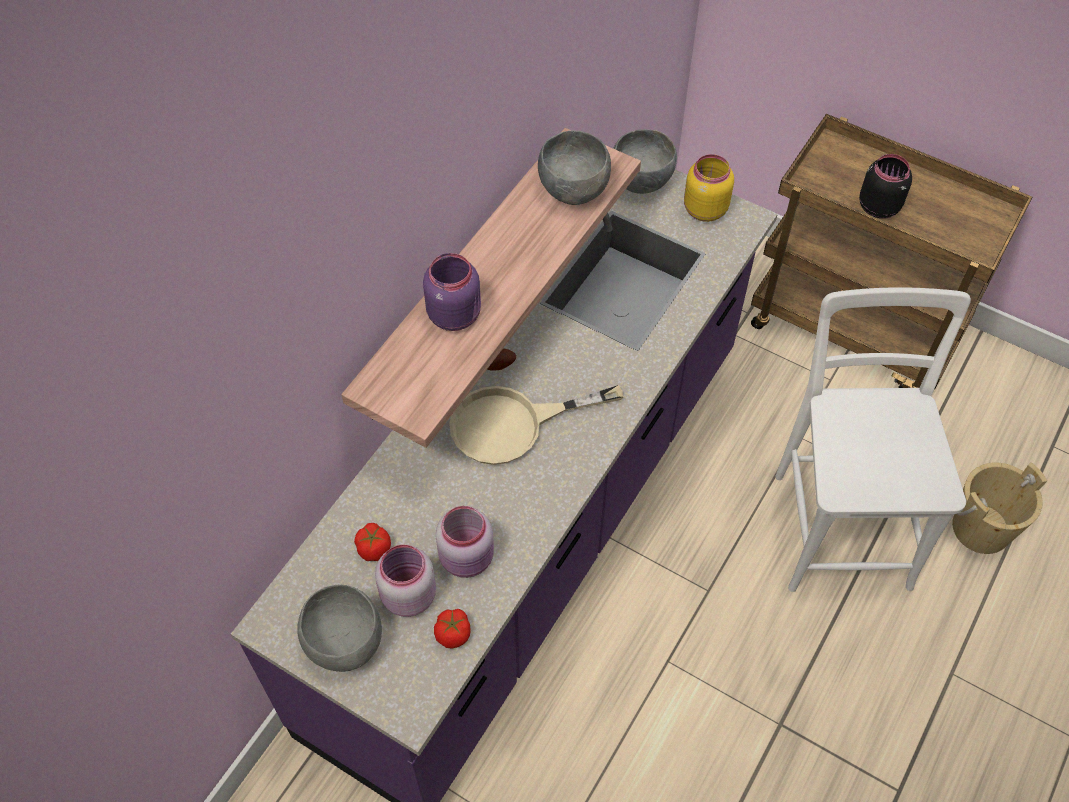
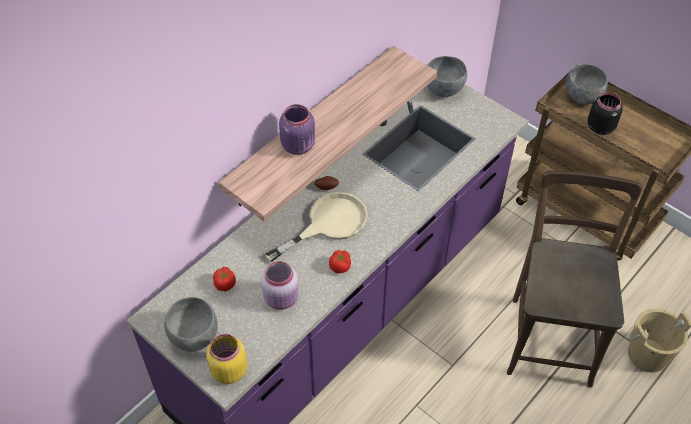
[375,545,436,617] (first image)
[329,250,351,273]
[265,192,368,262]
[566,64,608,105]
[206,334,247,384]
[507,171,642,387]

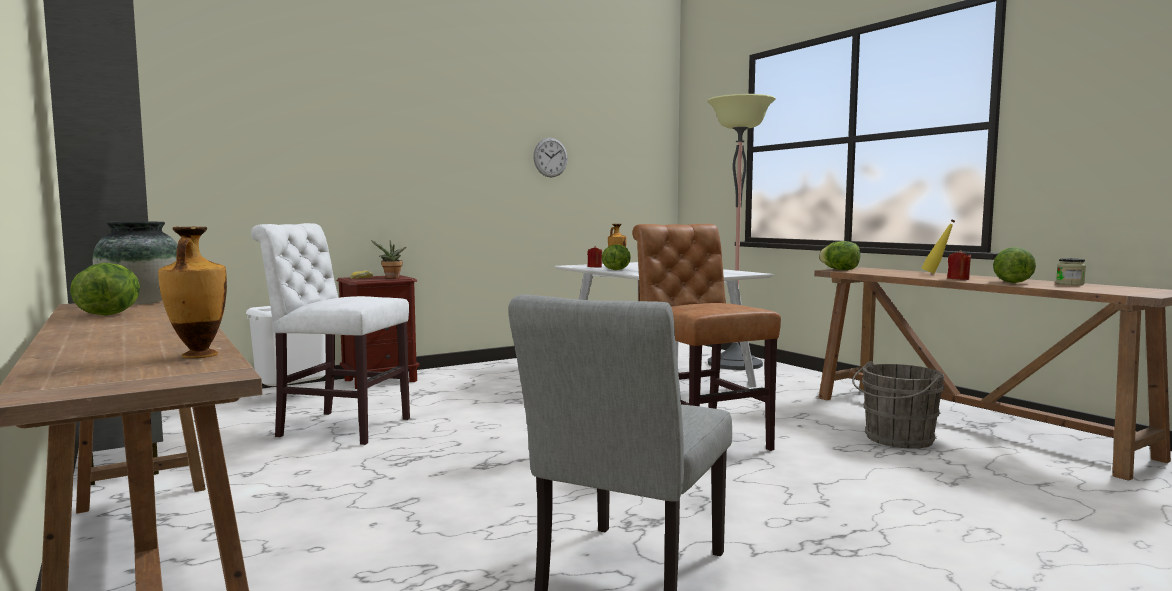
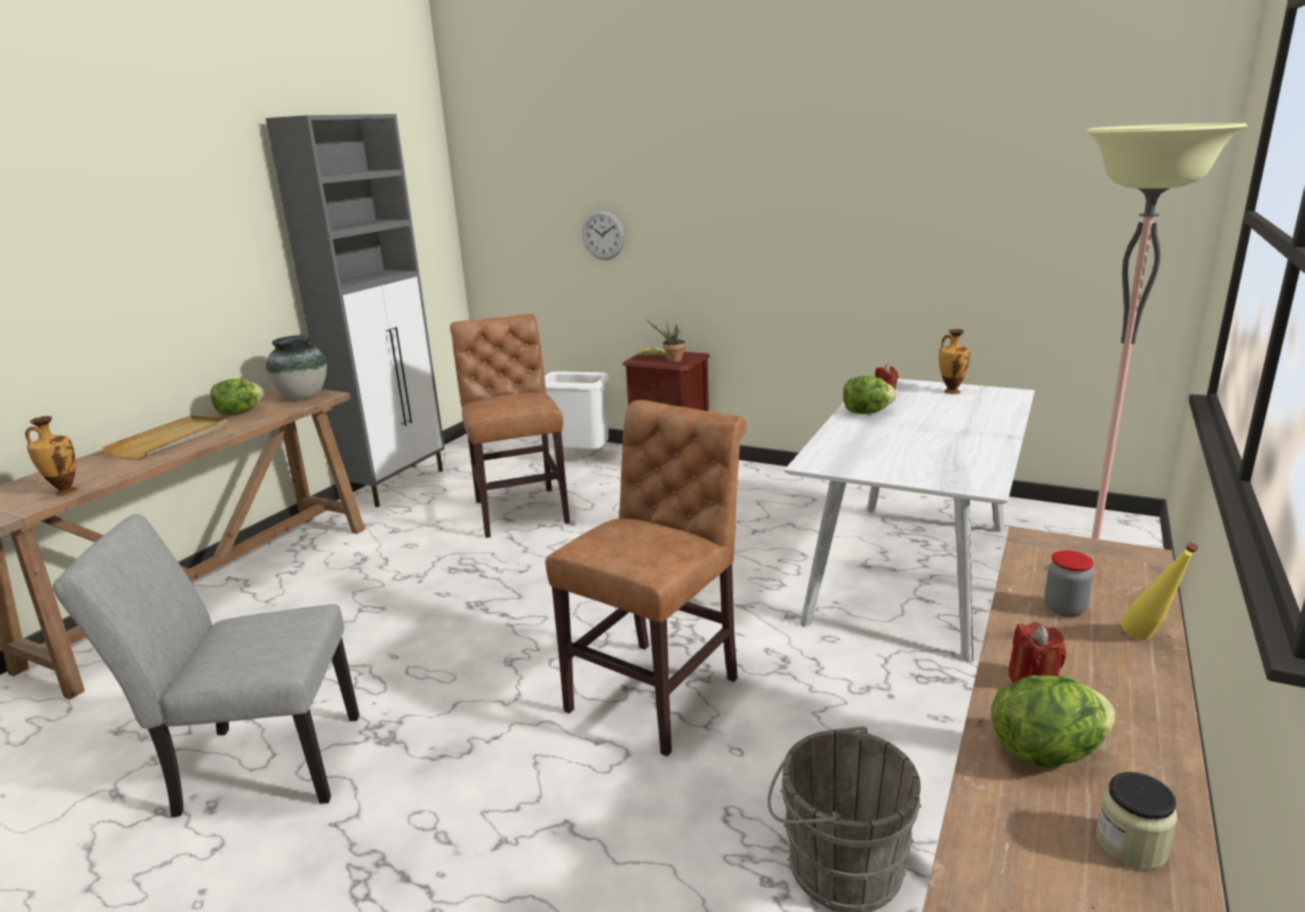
[450,314,570,538]
[582,210,625,260]
[819,241,860,270] (first image)
[102,415,228,460]
[1045,550,1094,617]

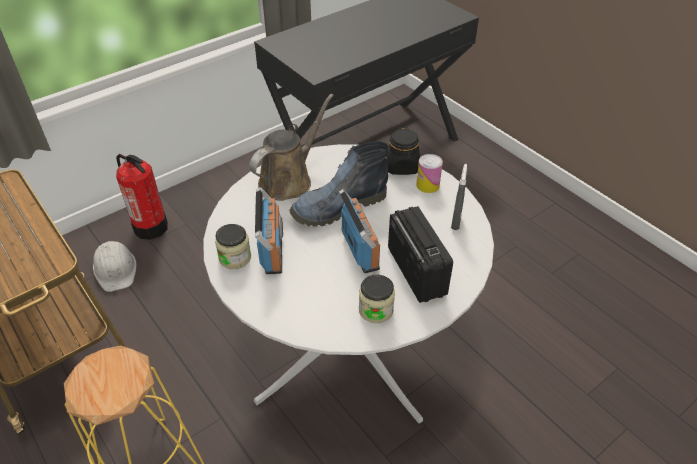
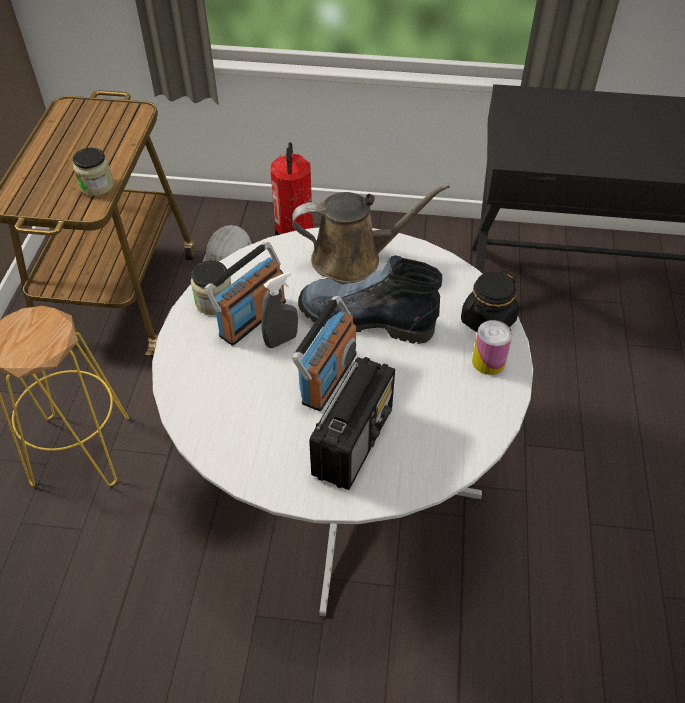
[73,148,114,196]
[261,272,298,348]

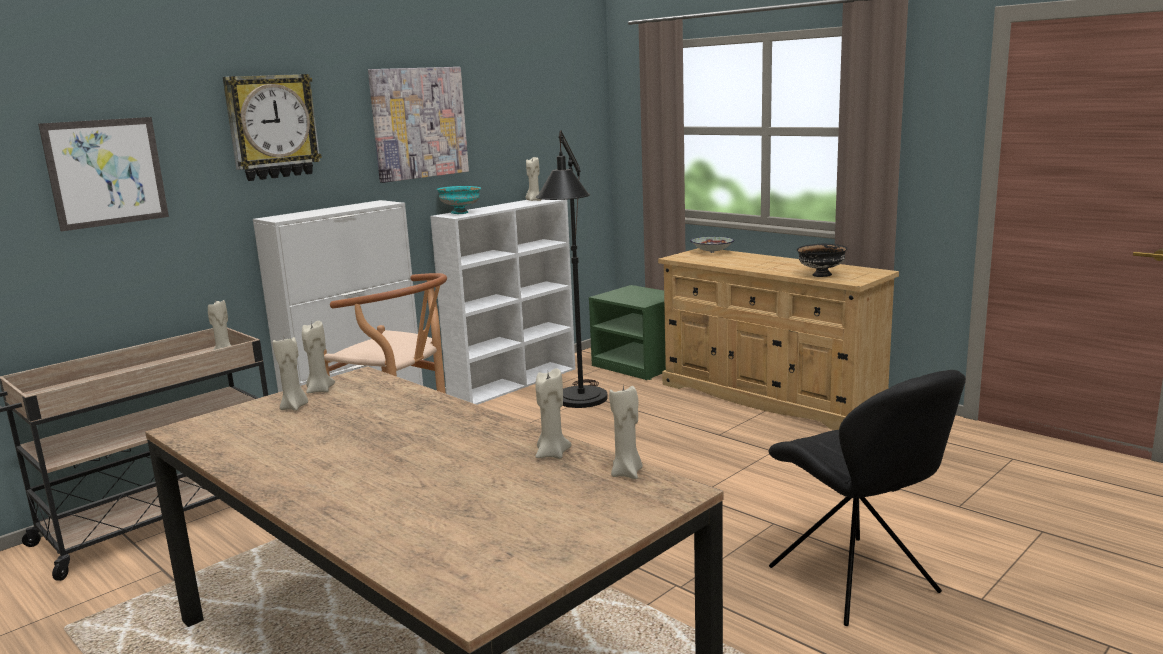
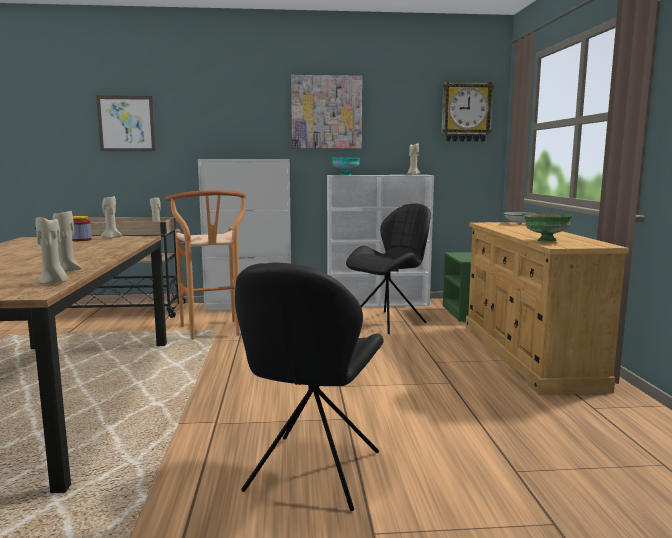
[442,82,494,142]
[72,216,92,241]
[346,203,431,334]
[524,213,572,242]

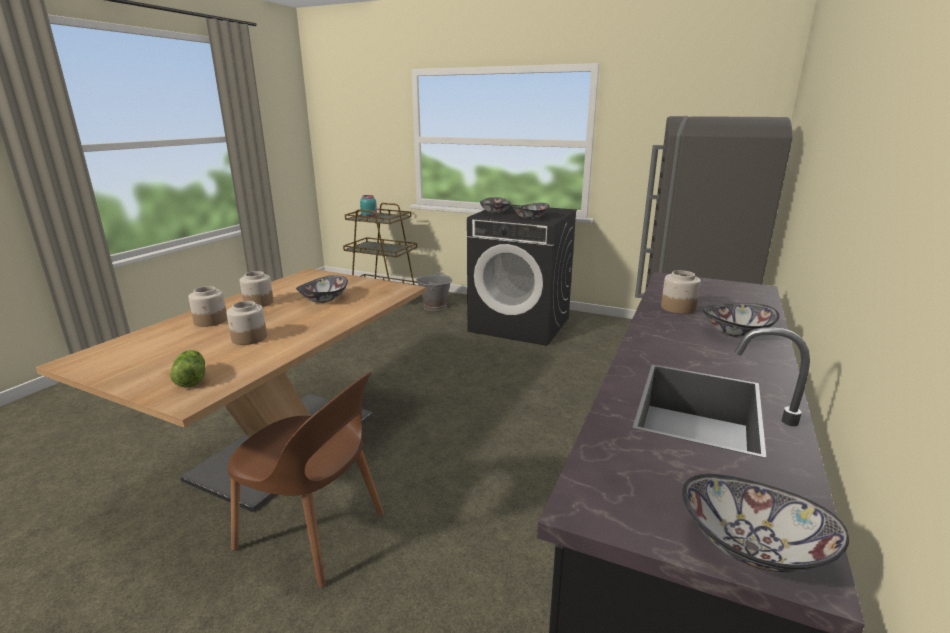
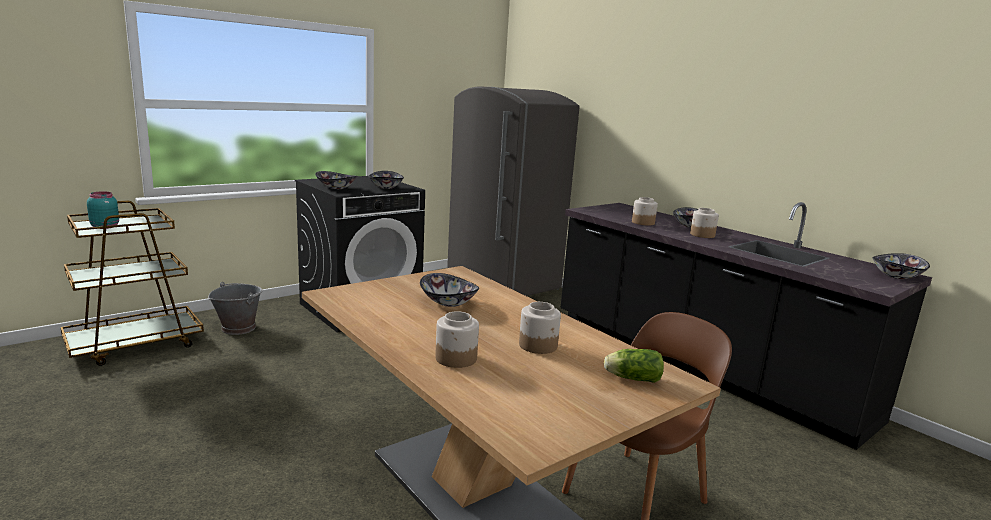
[690,208,719,238]

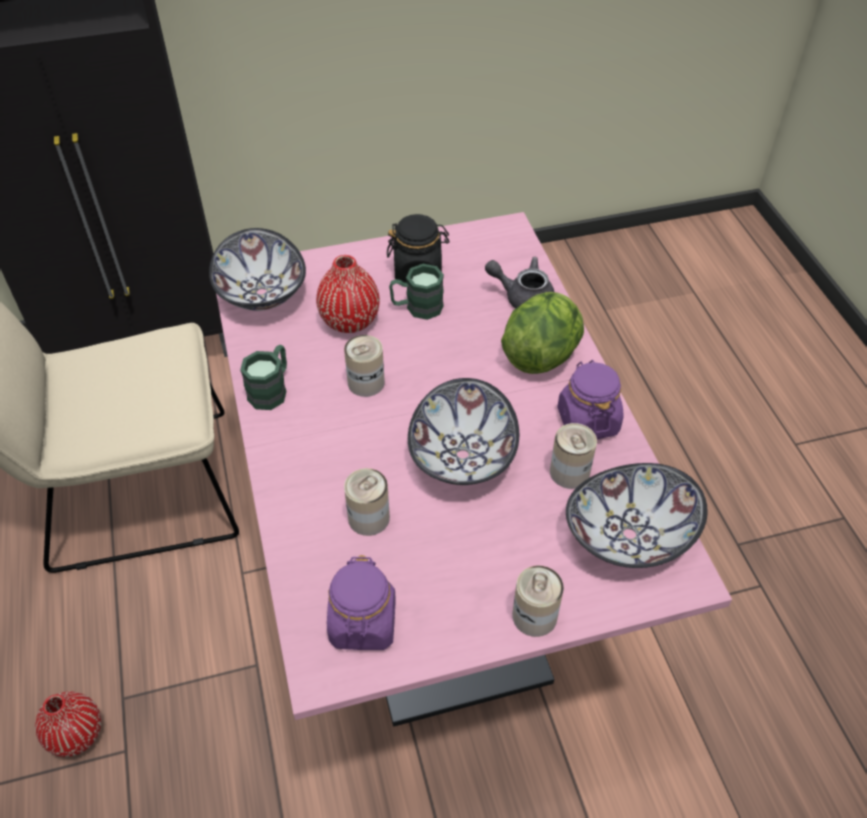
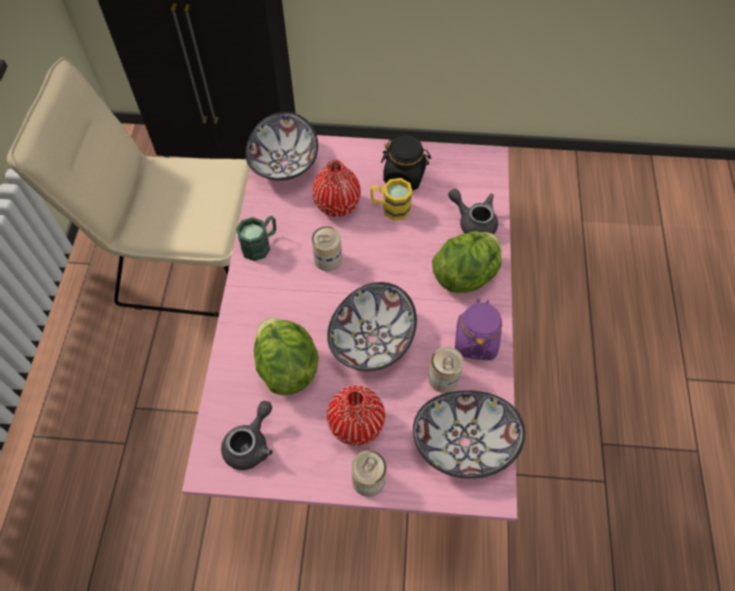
[327,386,385,446]
[221,401,273,470]
[254,318,319,396]
[370,178,412,221]

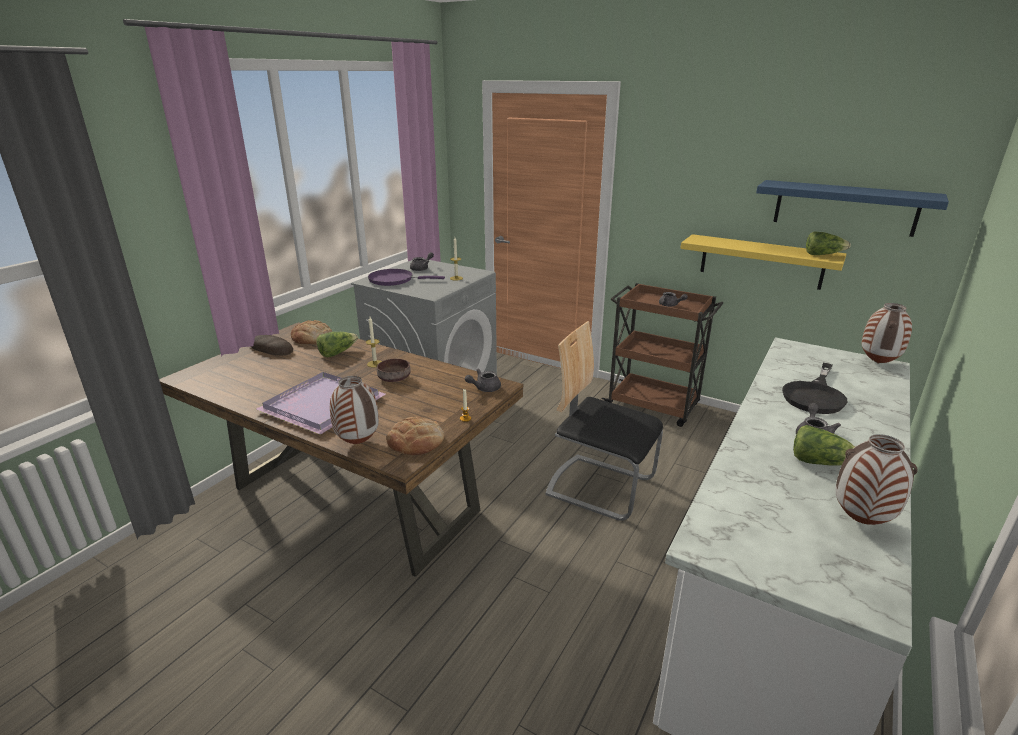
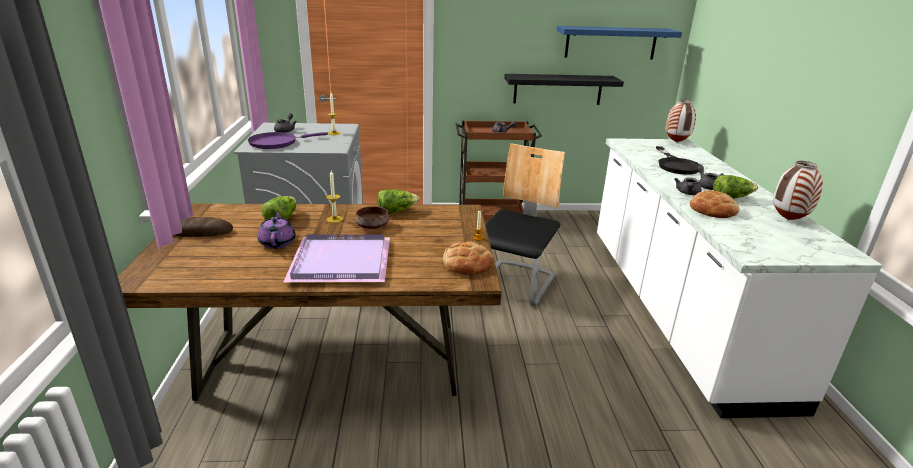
[690,190,740,218]
[330,376,379,444] (first image)
[674,177,702,195]
[485,143,565,306]
[504,74,624,105]
[377,189,419,214]
[258,211,296,249]

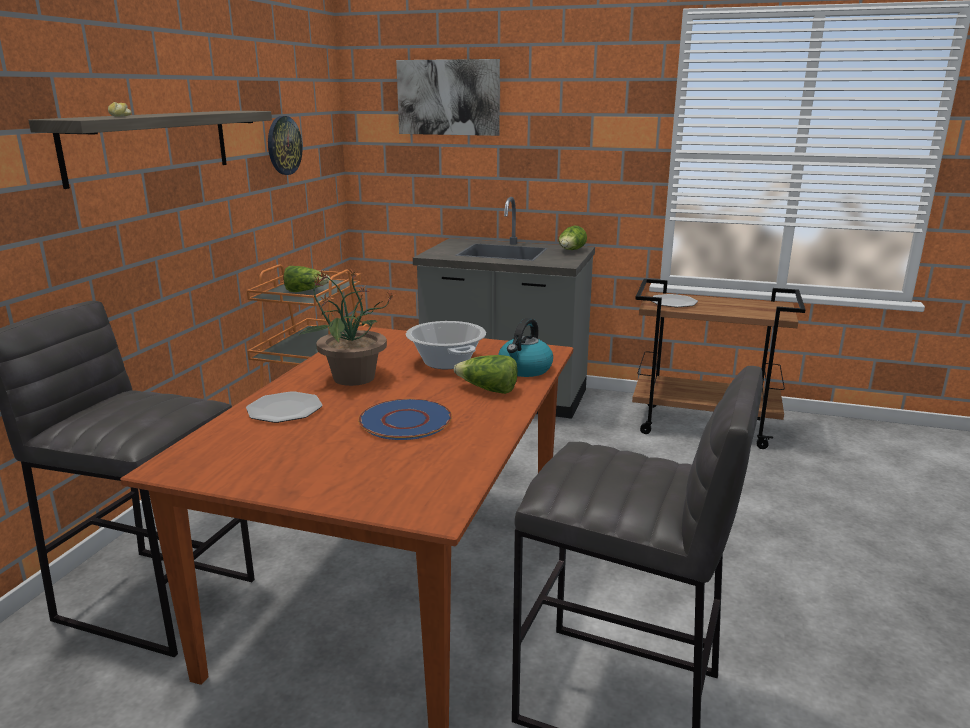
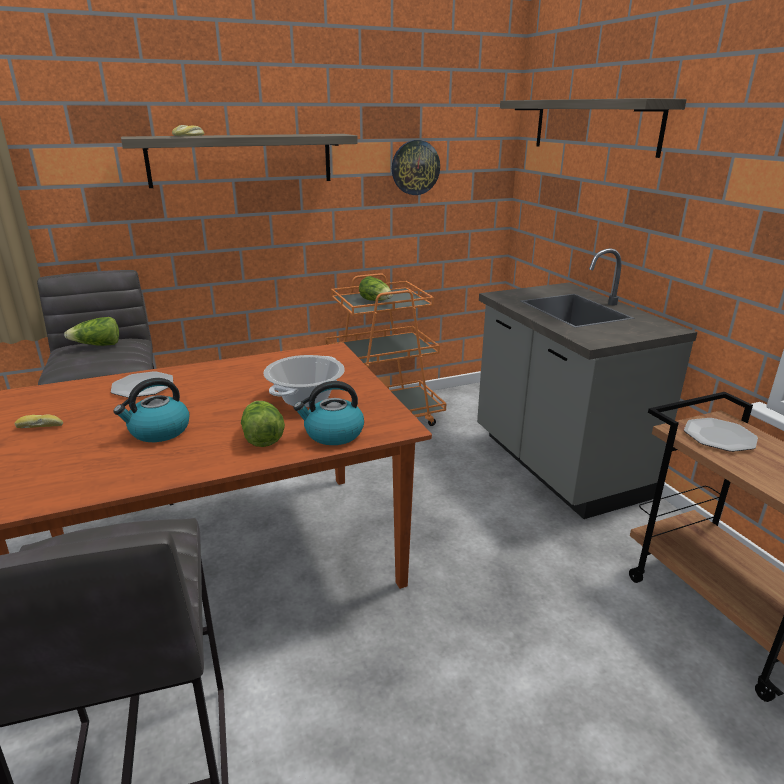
[298,268,396,386] (first image)
[113,378,190,442]
[500,98,687,158]
[64,317,119,346]
[15,414,63,428]

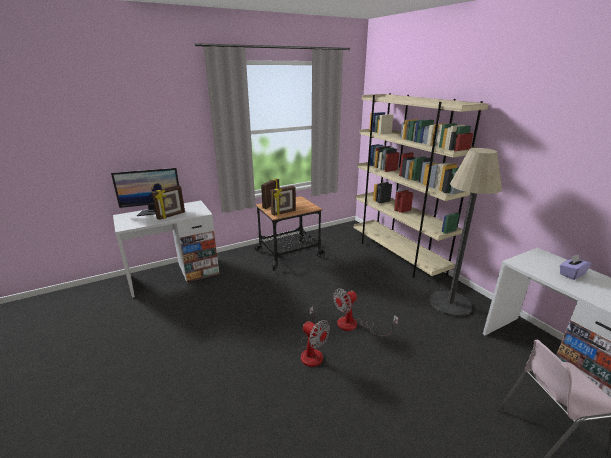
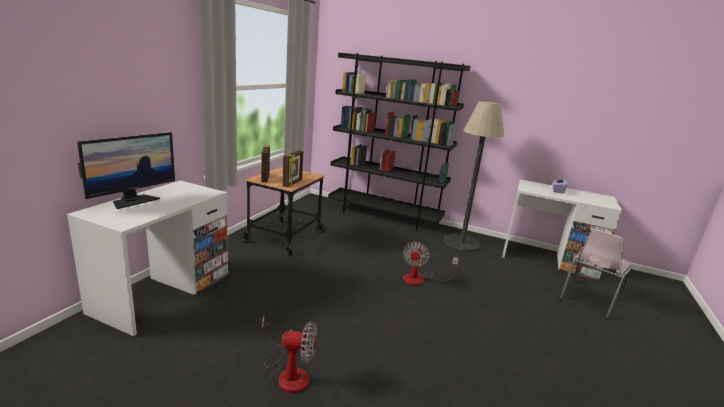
[152,185,185,220] (first image)
[262,317,317,393]
[328,53,471,231]

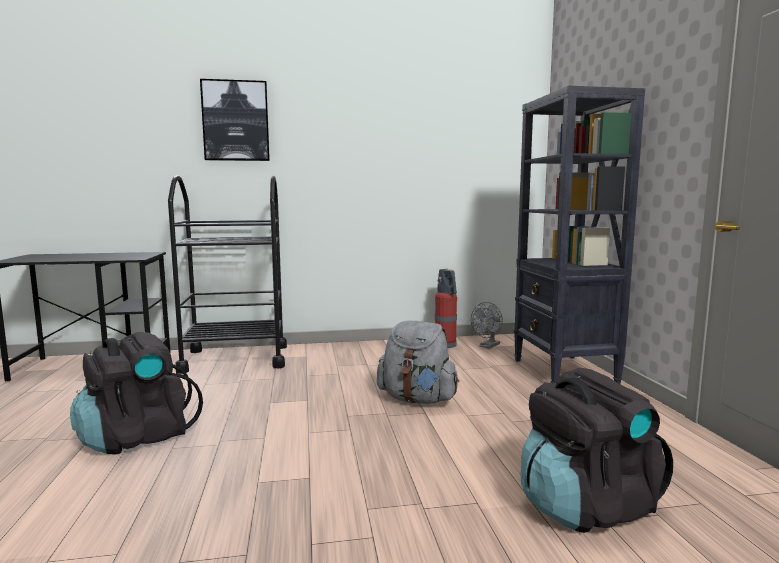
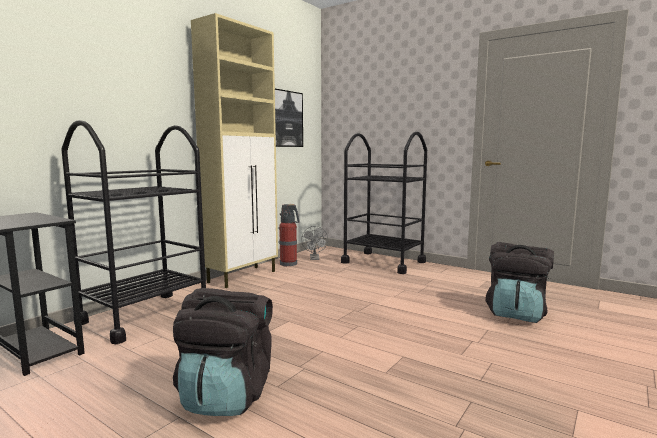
[275,89,303,147]
[377,321,459,404] (first image)
[341,132,427,274]
[191,13,278,288]

